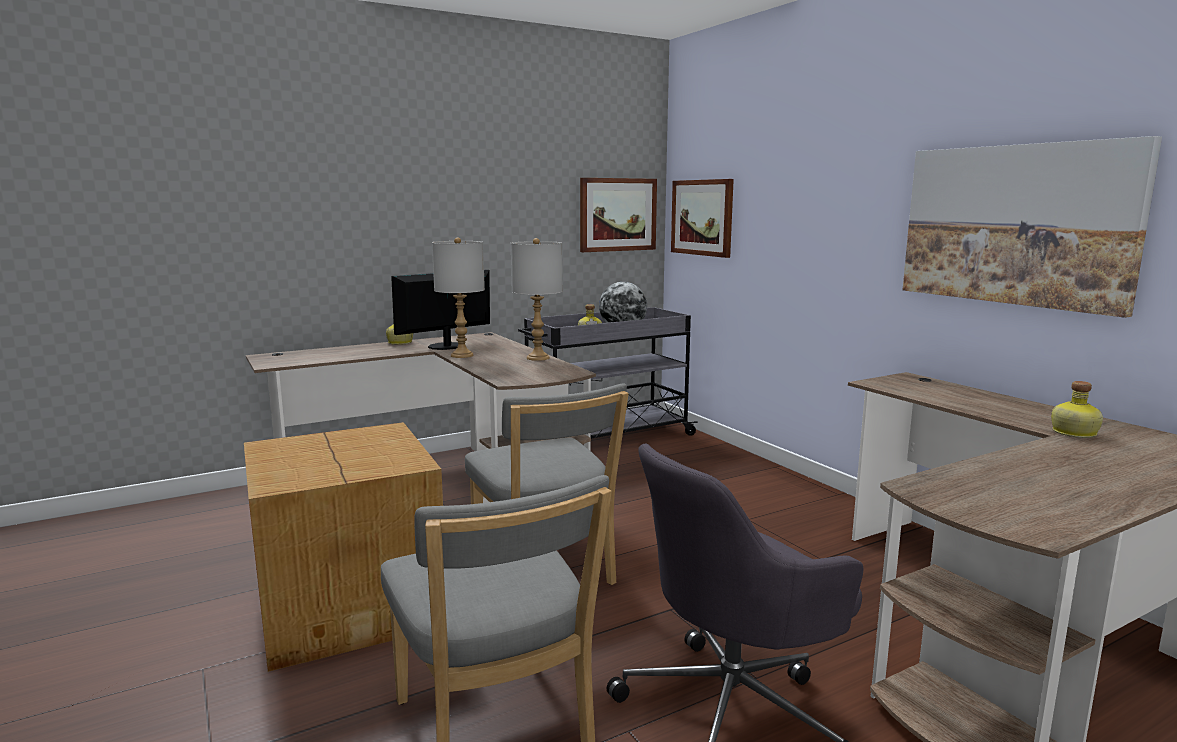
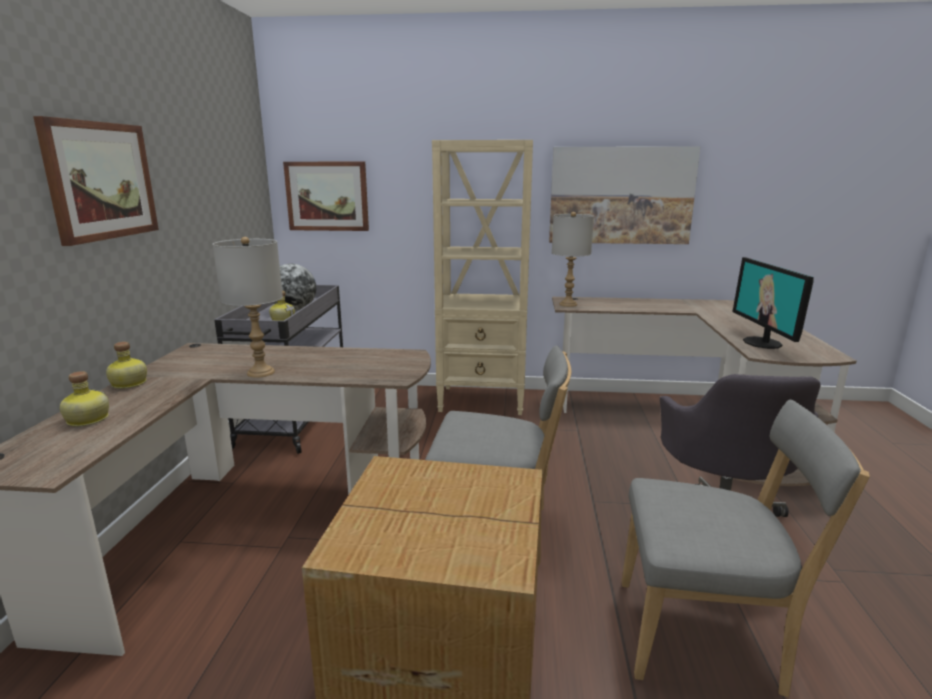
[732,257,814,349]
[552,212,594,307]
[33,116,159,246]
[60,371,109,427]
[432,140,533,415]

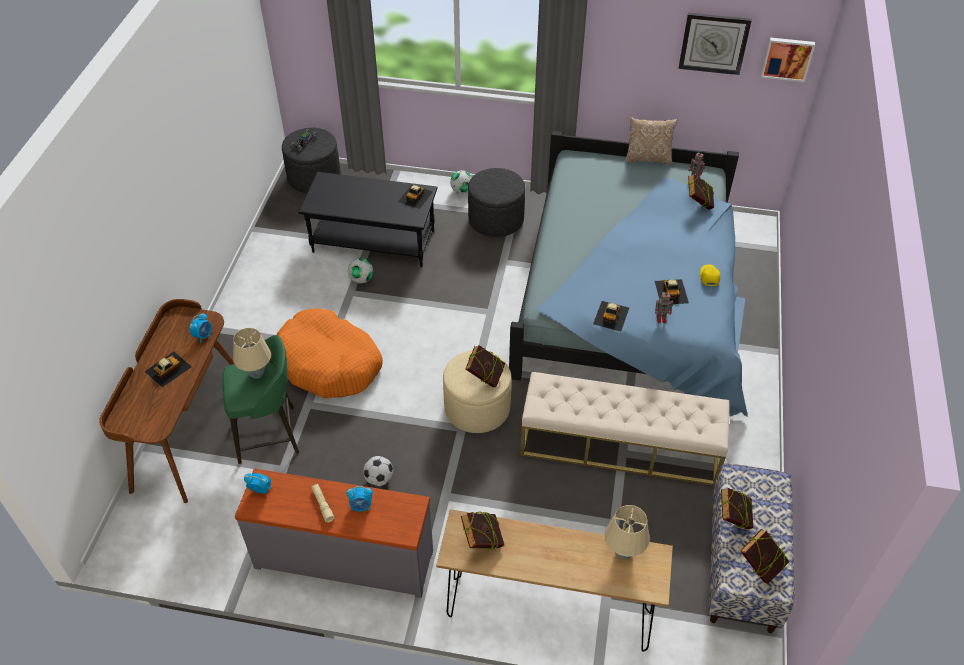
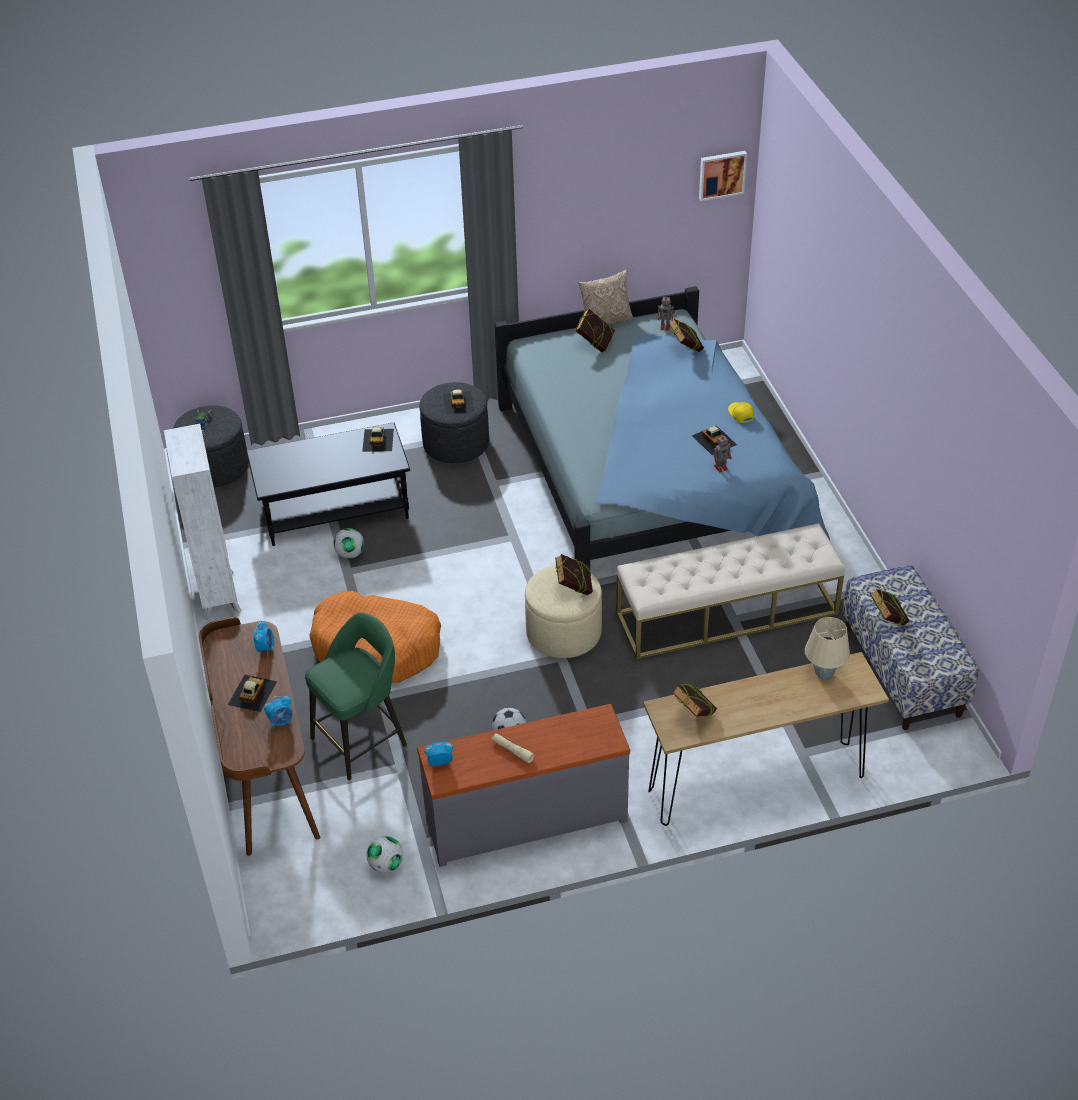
[233,328,271,379] (first image)
[264,696,293,728]
[367,836,403,873]
[443,389,474,414]
[679,13,752,75] (first image)
[575,309,615,352]
[164,424,242,620]

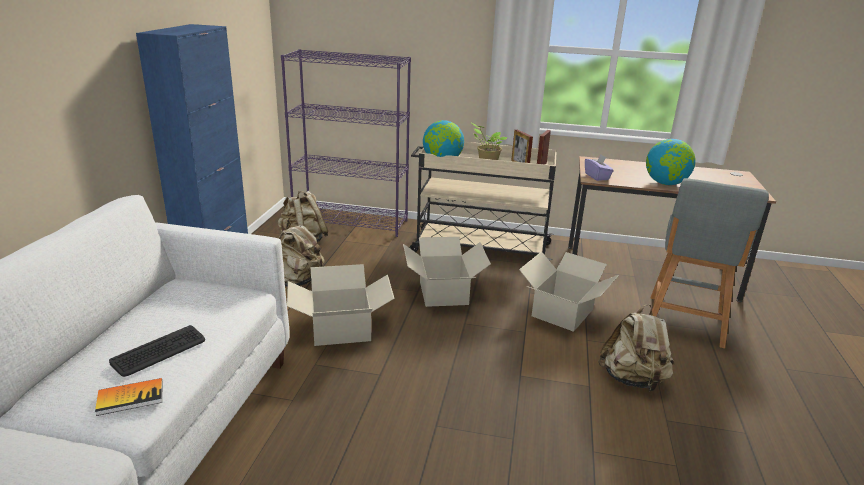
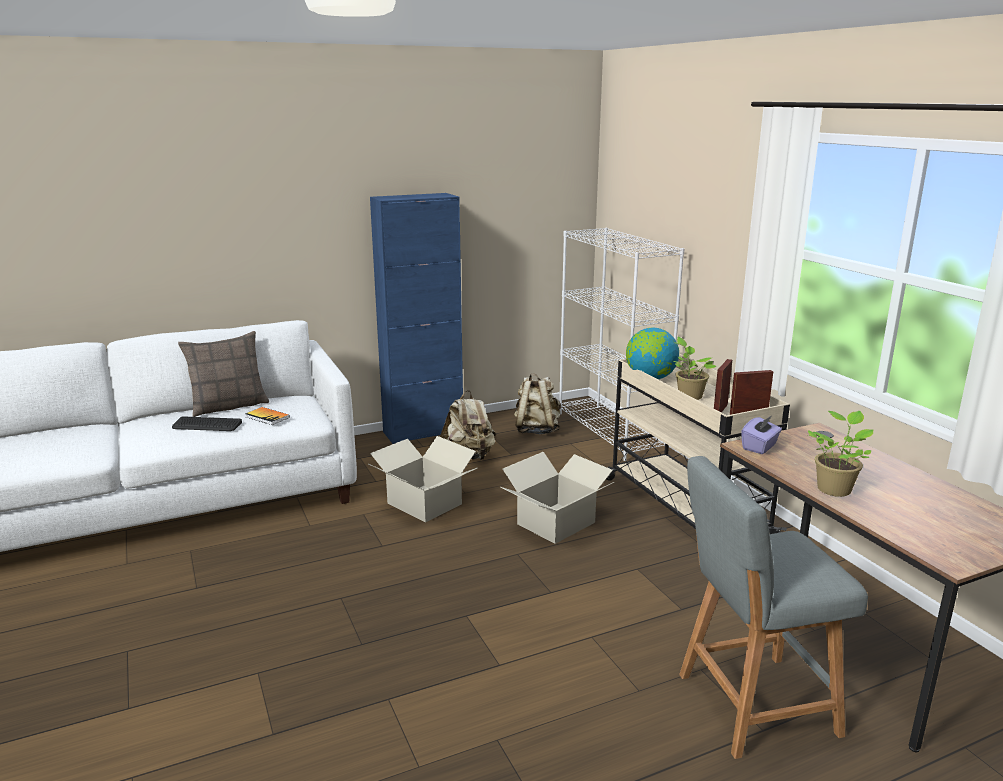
[245,407,290,425]
[559,228,684,461]
[519,252,619,332] (first image)
[598,304,674,392] (first image)
[808,411,873,497]
[178,331,269,417]

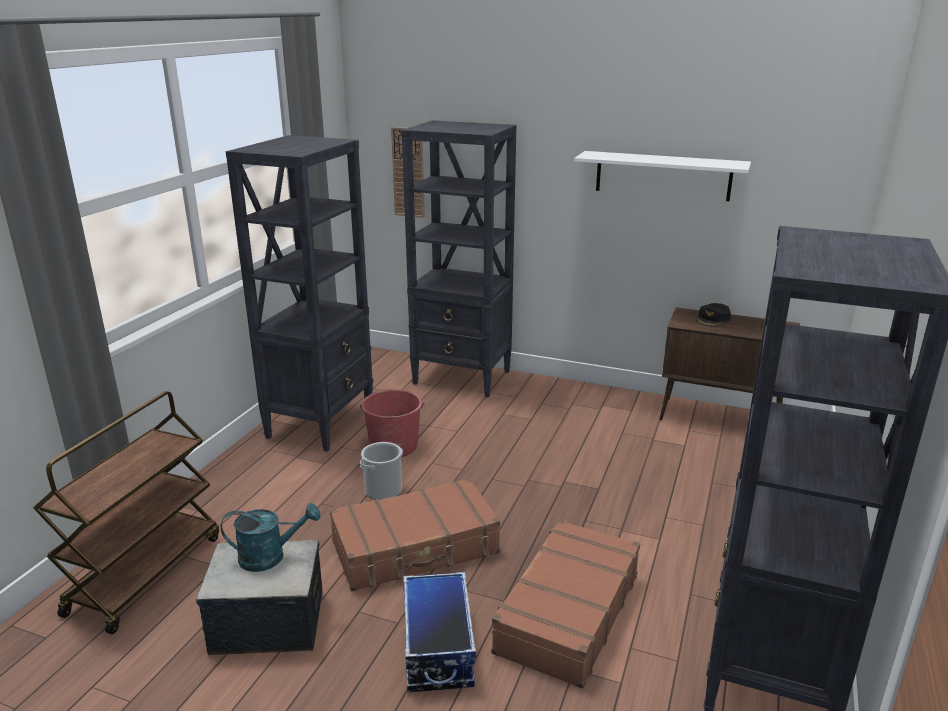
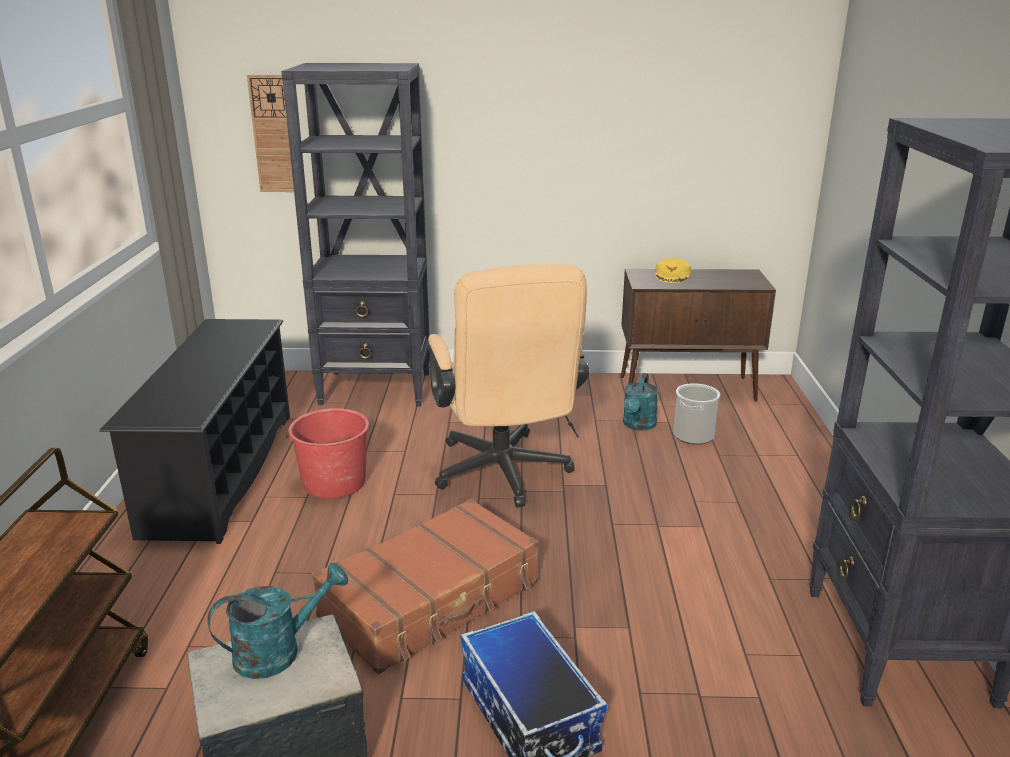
[99,319,290,544]
[674,383,720,445]
[491,519,640,689] (first image)
[574,151,751,201] (first image)
[655,258,691,283]
[428,264,589,507]
[623,373,658,431]

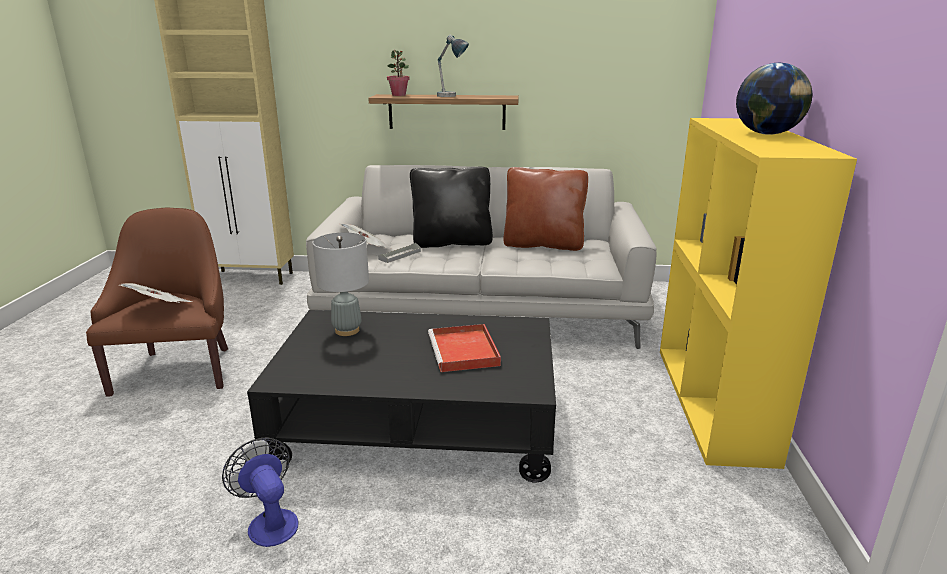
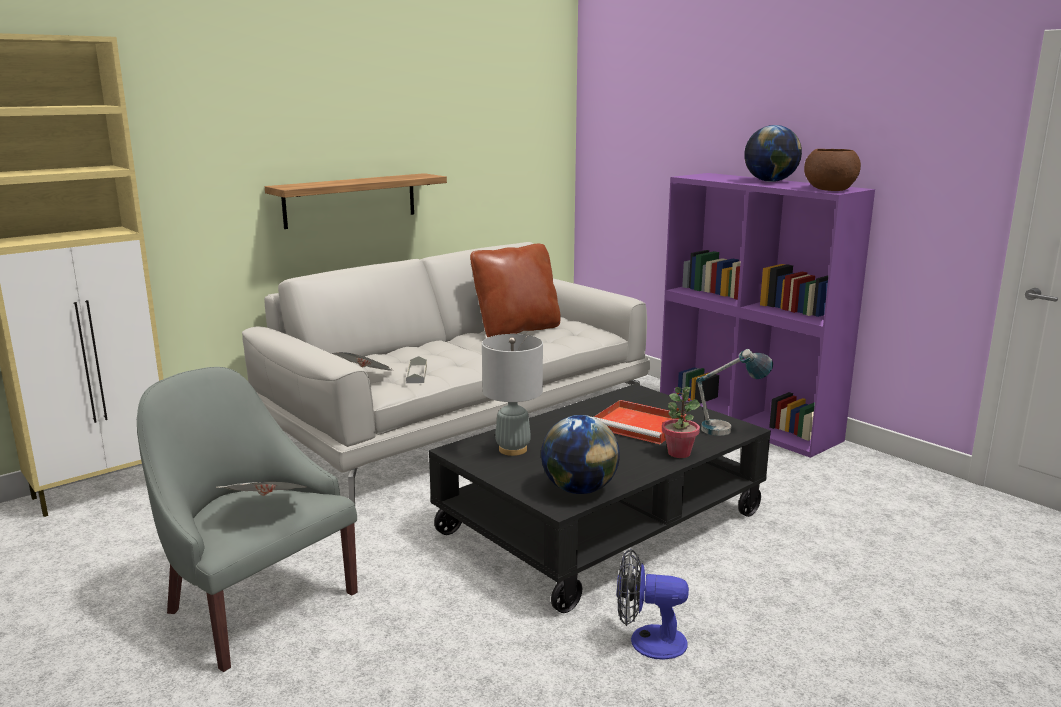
[137,367,358,672]
[662,387,700,458]
[410,167,493,248] (first image)
[696,349,773,436]
[660,173,875,458]
[541,415,620,494]
[804,149,861,191]

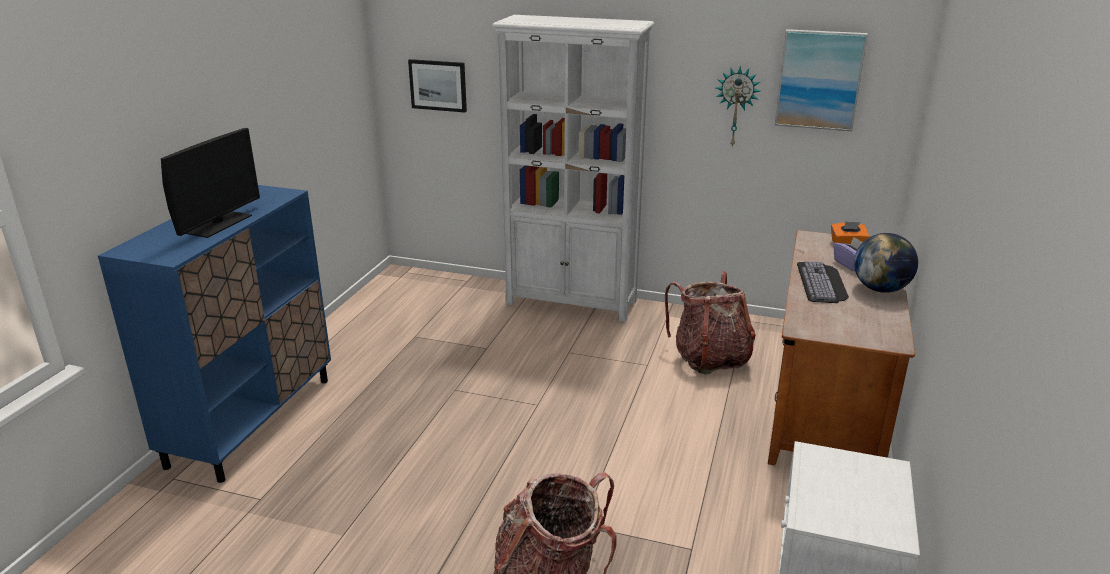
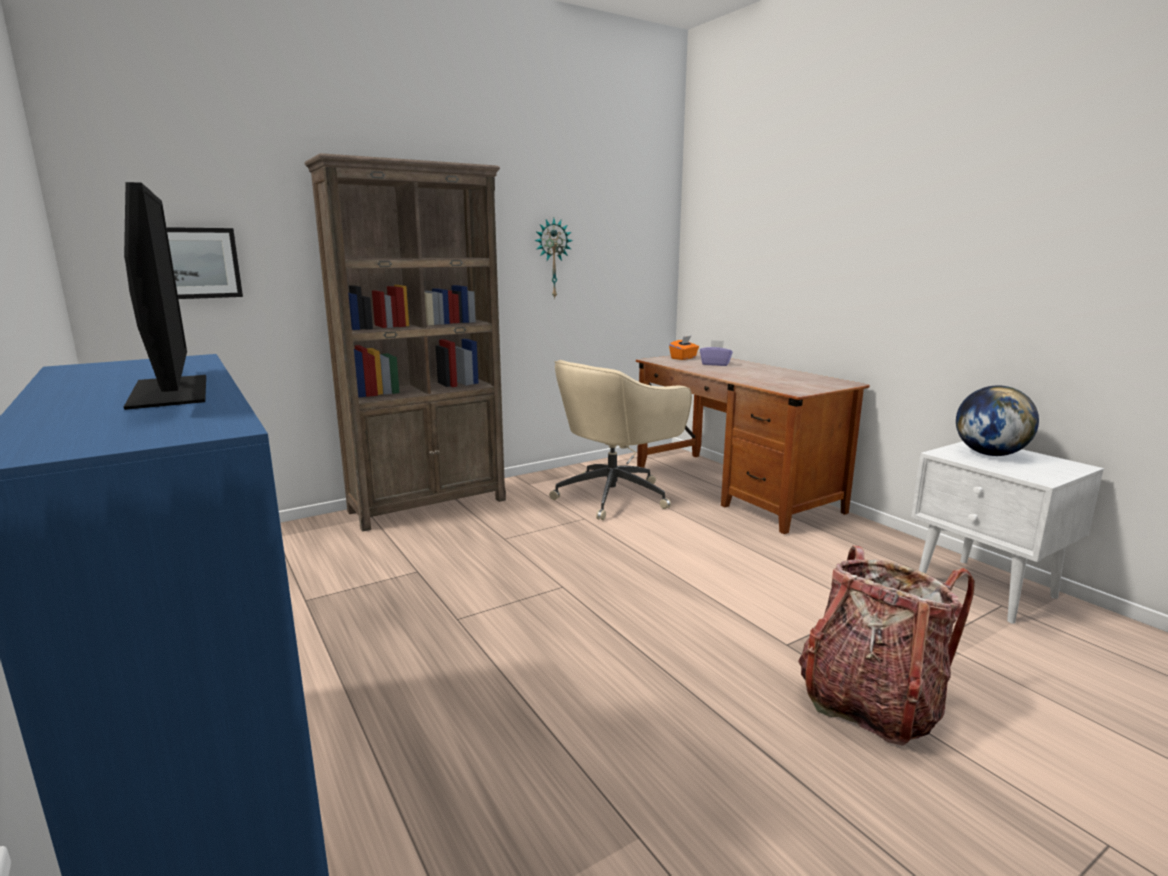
[304,153,506,532]
[549,360,692,520]
[775,29,868,131] (first image)
[797,261,849,303] (first image)
[956,385,1039,456]

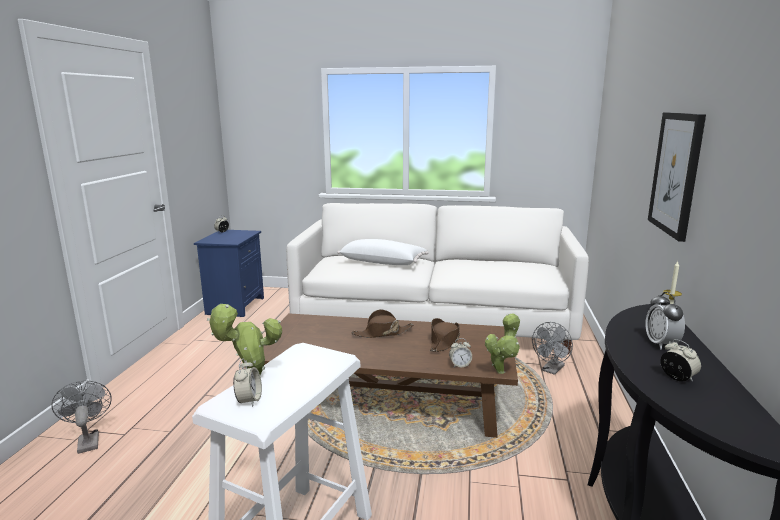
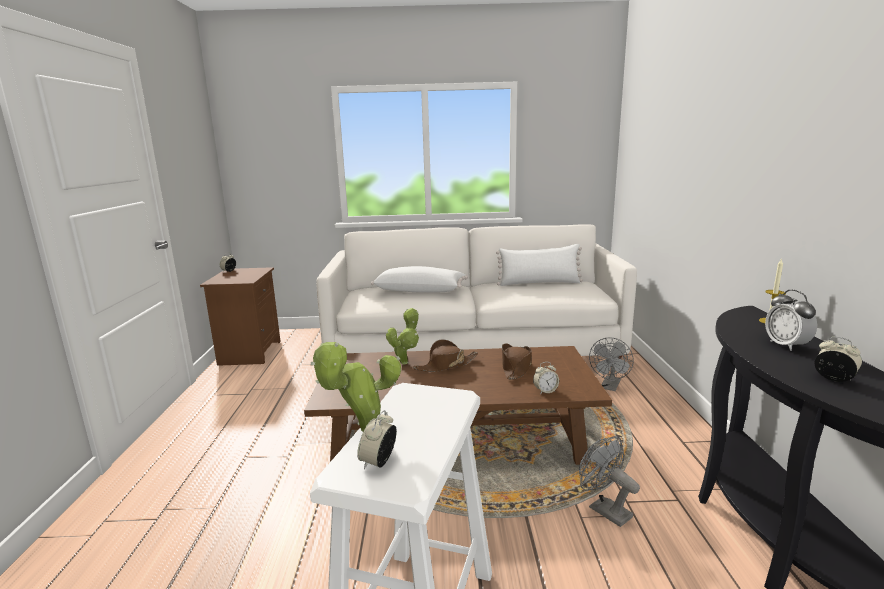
[579,436,640,527]
[200,267,281,366]
[357,410,397,469]
[386,308,419,364]
[648,113,706,242] (first image)
[496,244,583,286]

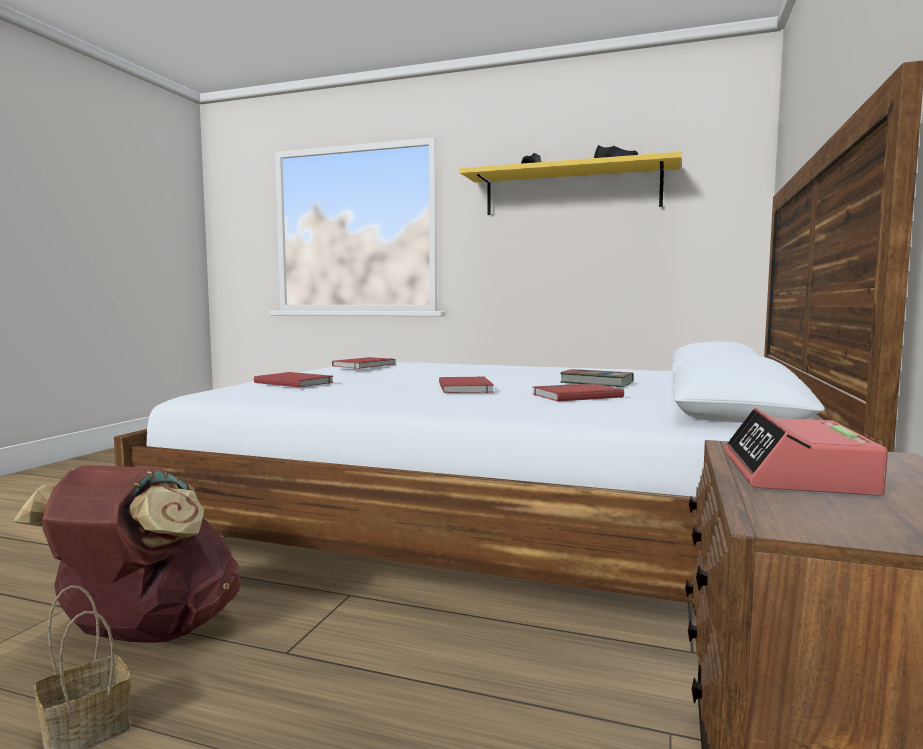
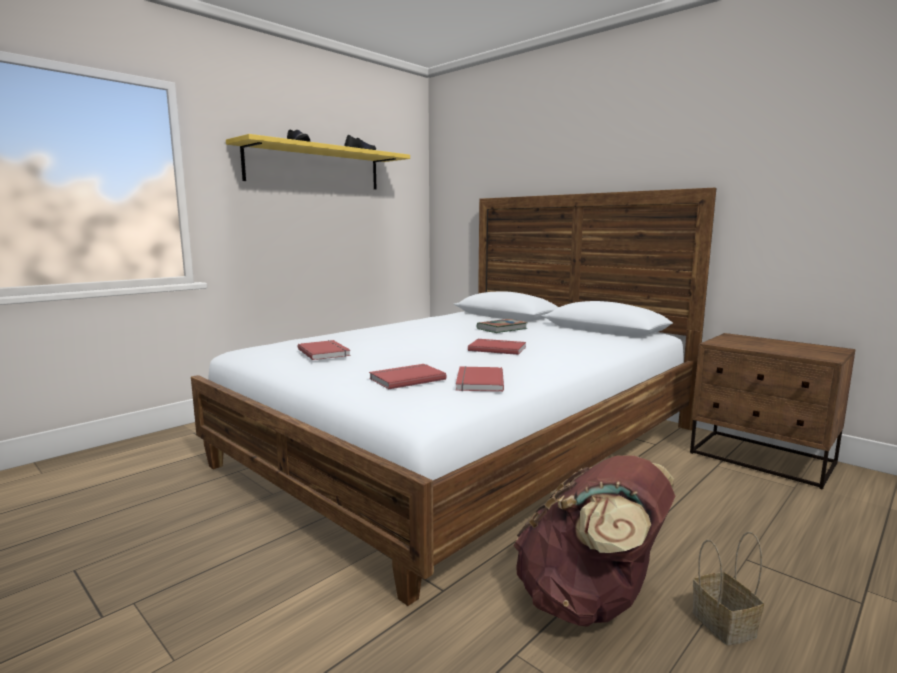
[456,366,504,392]
[724,408,888,496] (first image)

